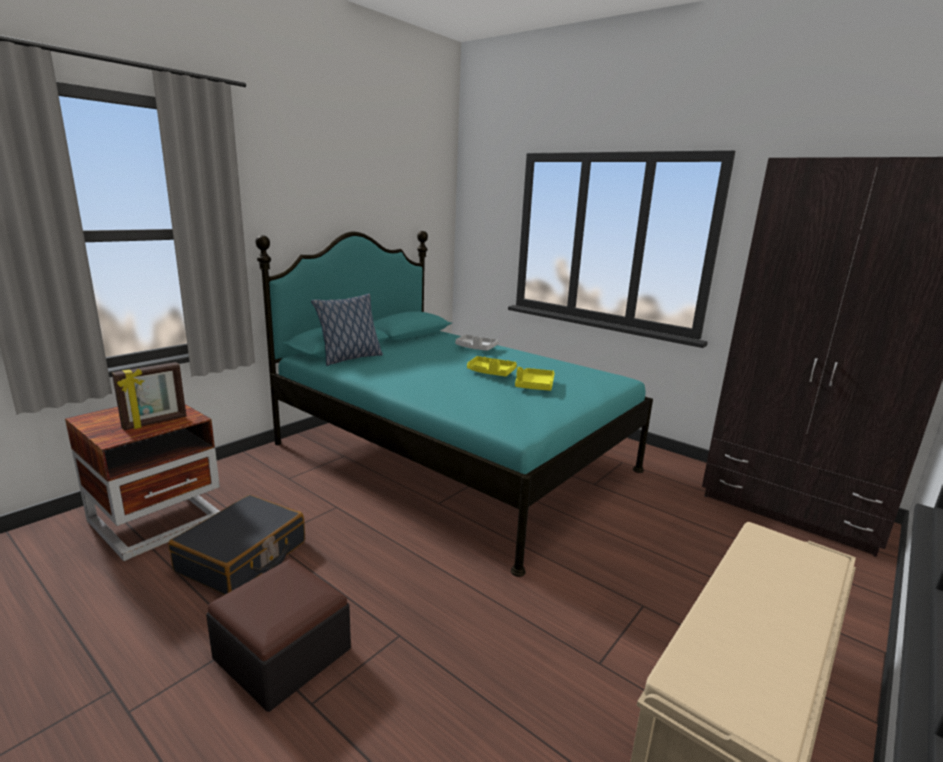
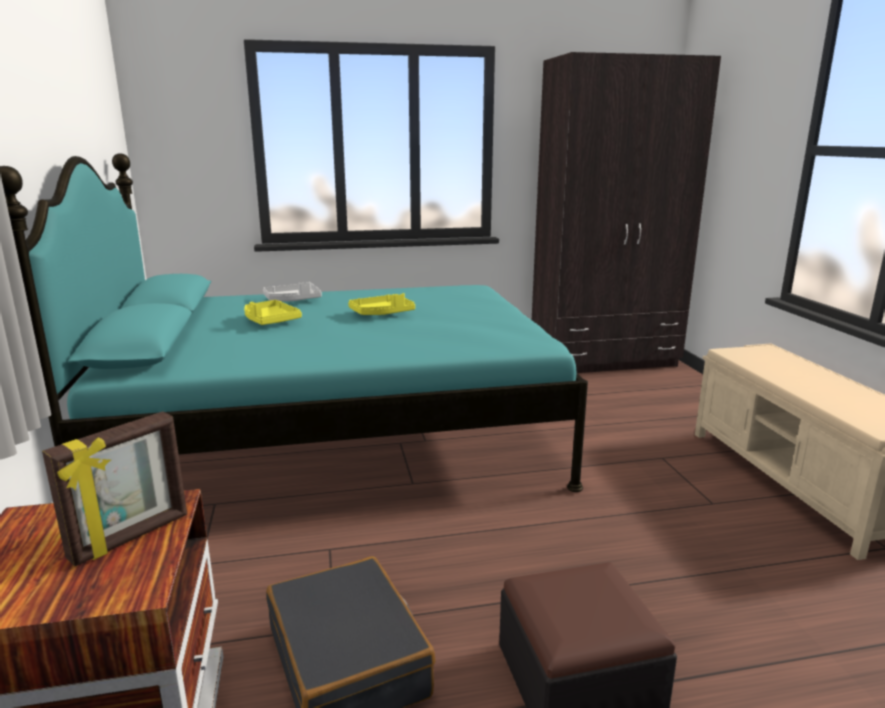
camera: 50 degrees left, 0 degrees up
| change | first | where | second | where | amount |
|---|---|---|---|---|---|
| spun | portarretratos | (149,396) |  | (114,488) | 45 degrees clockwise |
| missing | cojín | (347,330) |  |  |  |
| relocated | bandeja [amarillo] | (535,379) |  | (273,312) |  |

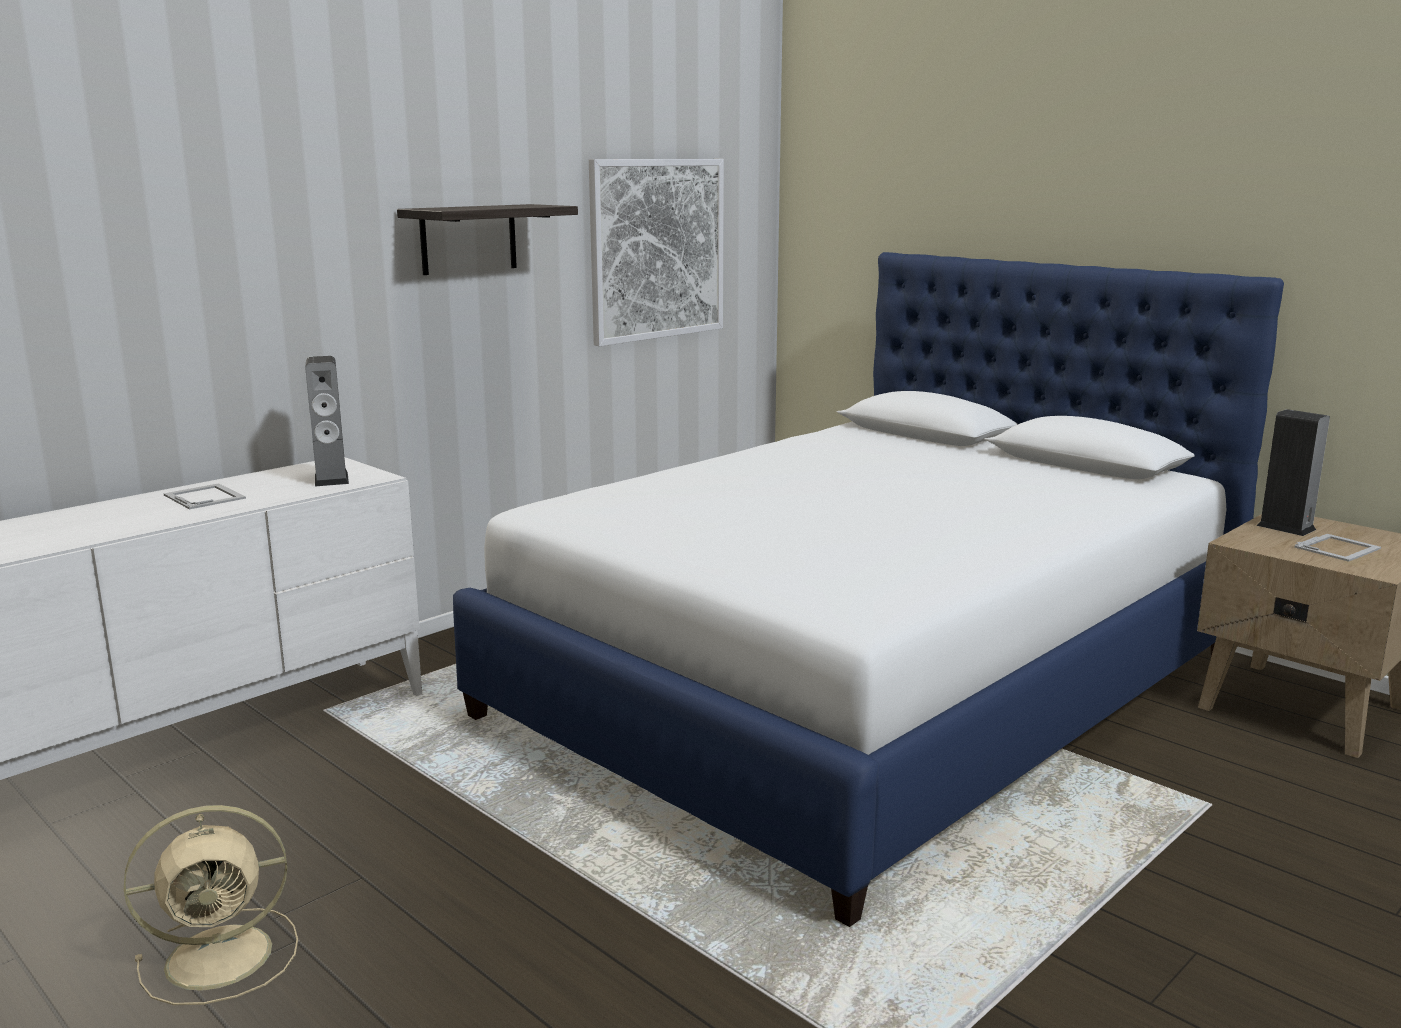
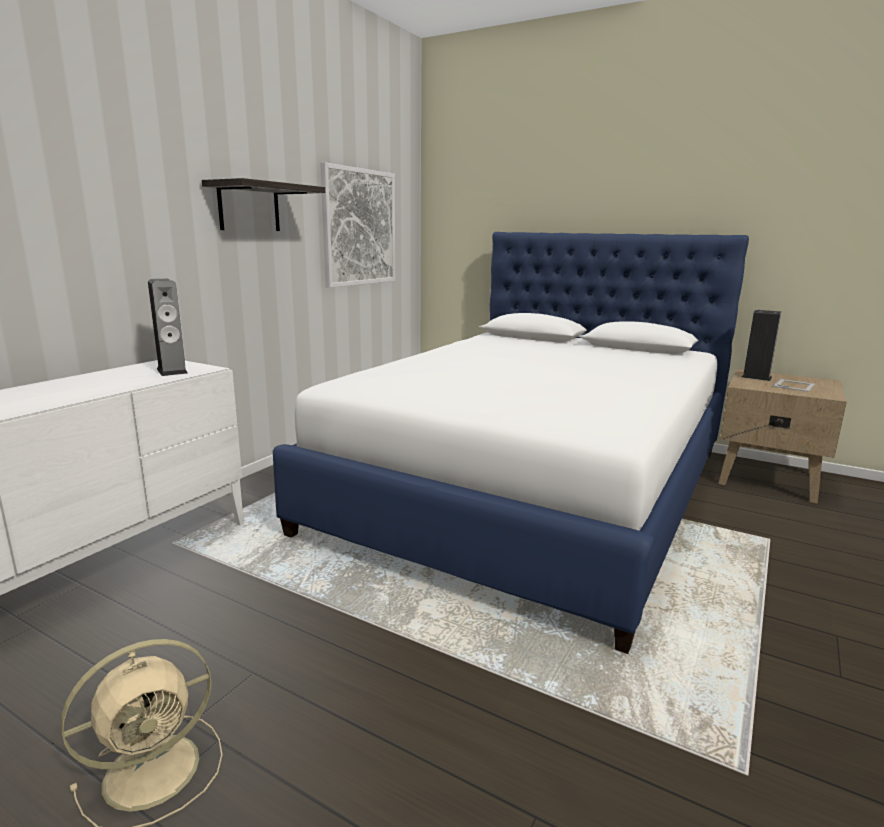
camera: 15 degrees left, 0 degrees up
| change | first | where | second | where | amount |
|---|---|---|---|---|---|
| missing | portarretratos | (204,496) |  |  |  |

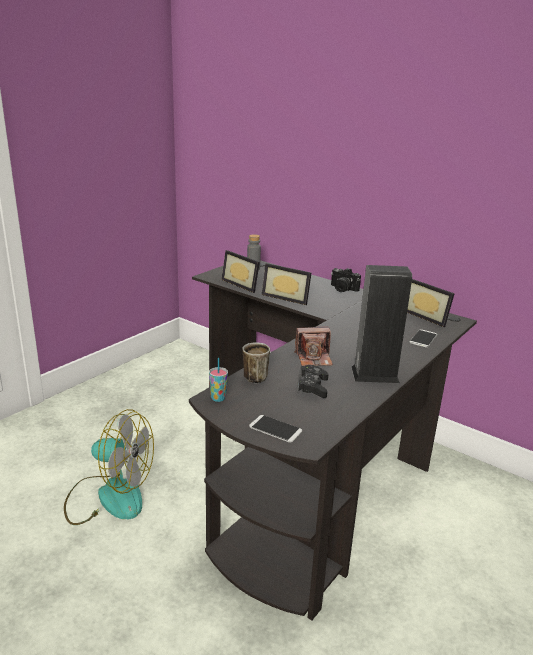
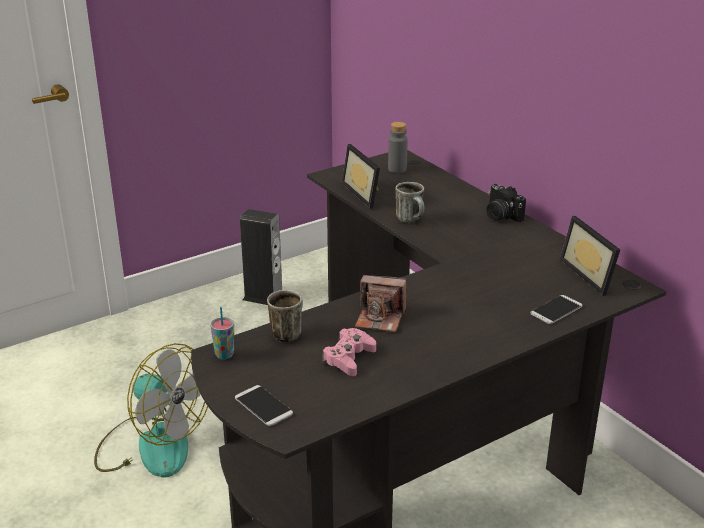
camera: 20 degrees right, 5 degrees up
| change | first | where | second | where | amount |
|---|---|---|---|---|---|
| exchanged | portarretratos | (286,284) | taza grande | (410,202) |  |
| colour | mando de consola [negro] | (312,381) | mando de consola [rosa] | (349,352) |  |
| relocated | altavoz | (381,324) |  | (261,257) |  |

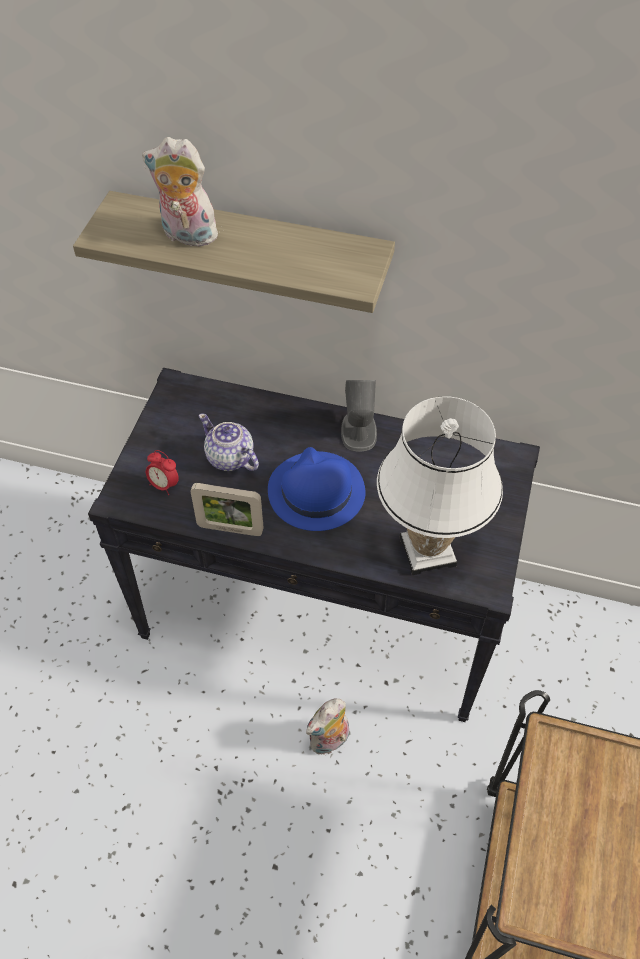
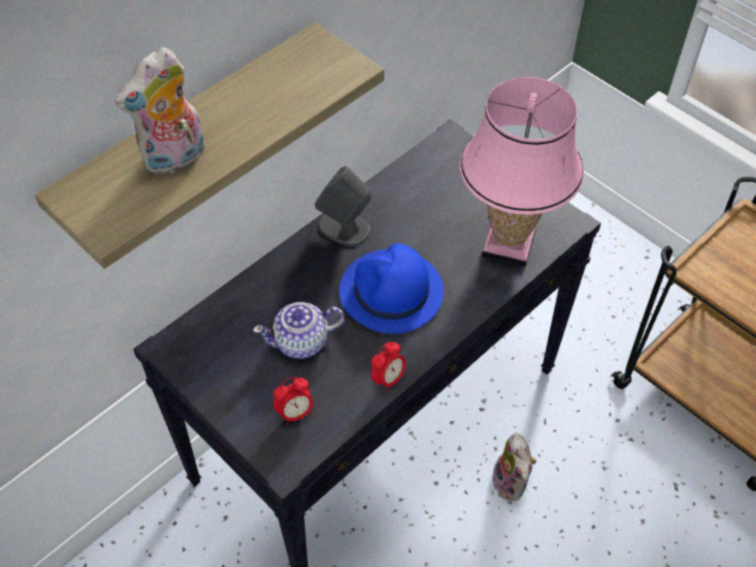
camera: 60 degrees left, 0 degrees up
| change | first | where | second | where | amount |
|---|---|---|---|---|---|
| exchanged | portarretratos | (227,509) | despertador | (388,367) |  |
| colour | lámpara de mesa [blanco] | (440,485) | lámpara de mesa [rosa] | (522,172) |  |

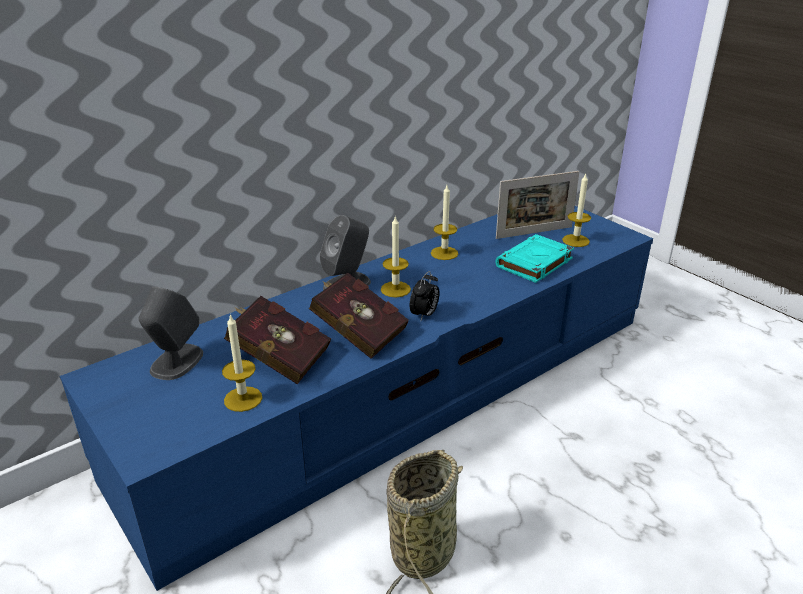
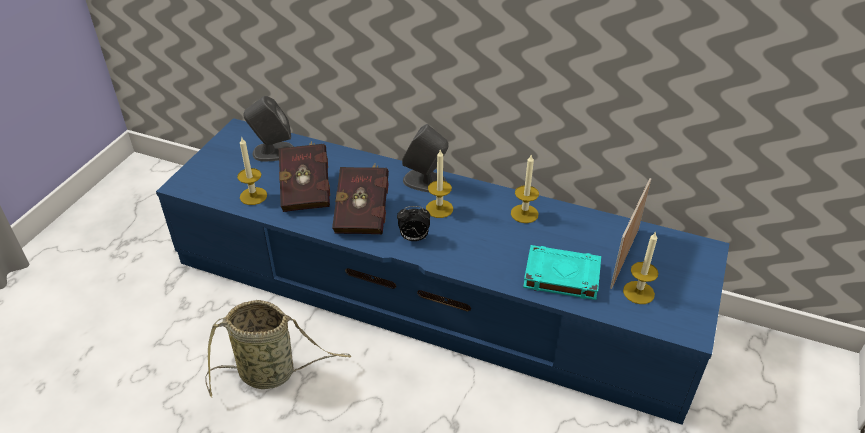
camera: 60 degrees right, 10 degrees up
| change | first | where | second | where | amount |
|---|---|---|---|---|---|
| spun | portarretratos | (538,205) |  | (630,233) | 75 degrees clockwise |

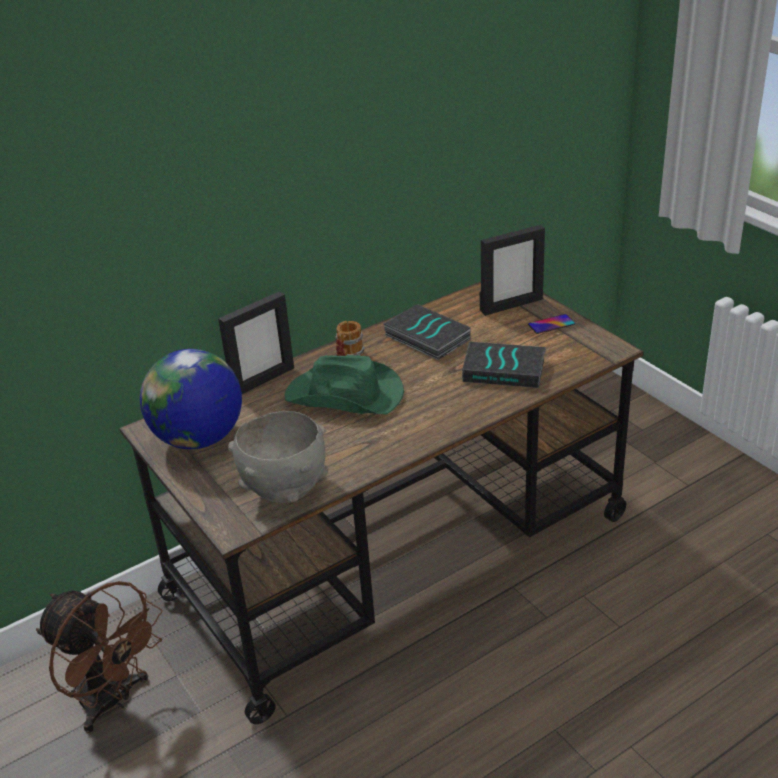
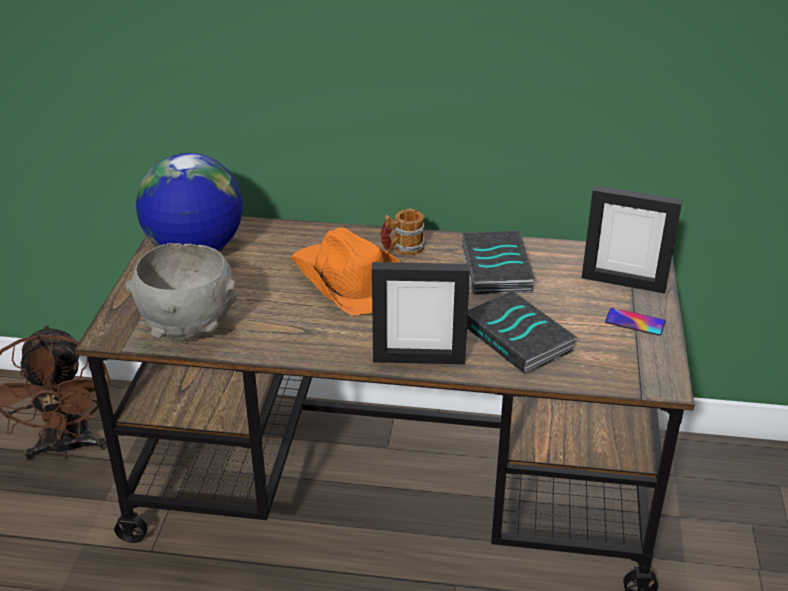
camera: 40 degrees right, 0 degrees up
| change | first | where | second | where | amount |
|---|---|---|---|---|---|
| relocated | portarretratos | (256,342) |  | (421,313) |  |
| colour | sombrero [verde] | (344,385) | sombrero [naranja] | (345,271) |  |

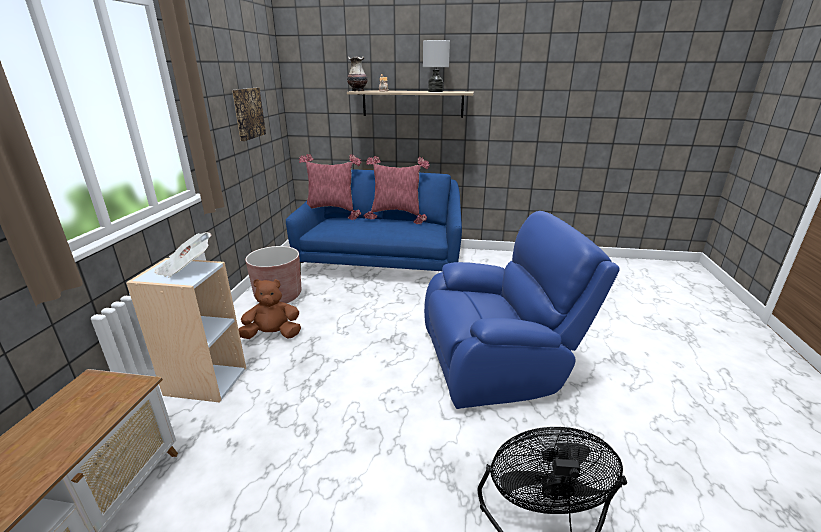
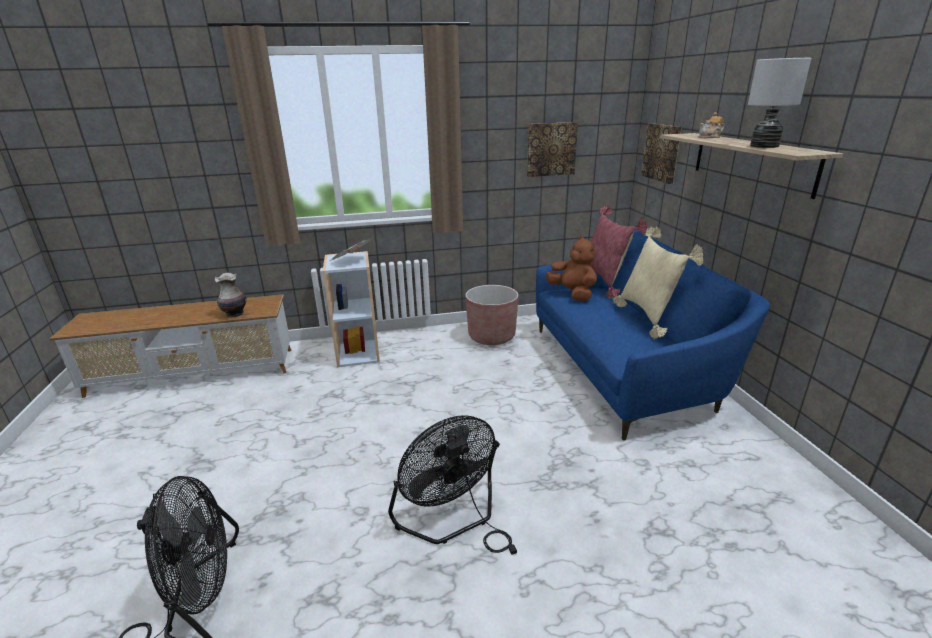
camera: 70 degrees right, 0 degrees up
| change | first | where | second | where | amount |
|---|---|---|---|---|---|
| relocated | peluche [marrón] | (270,309) |  | (571,268) |  |
| relocated | florero | (357,74) |  | (231,295) |  |
| colour | cojín [rojo] | (396,190) | cojín [beis] | (657,282) |  |
| exchanged | sillón [azul] | (522,310) | ventilador [negro] | (452,485) |  |
| appeared |  |  | cuadro | (661,153) |  |

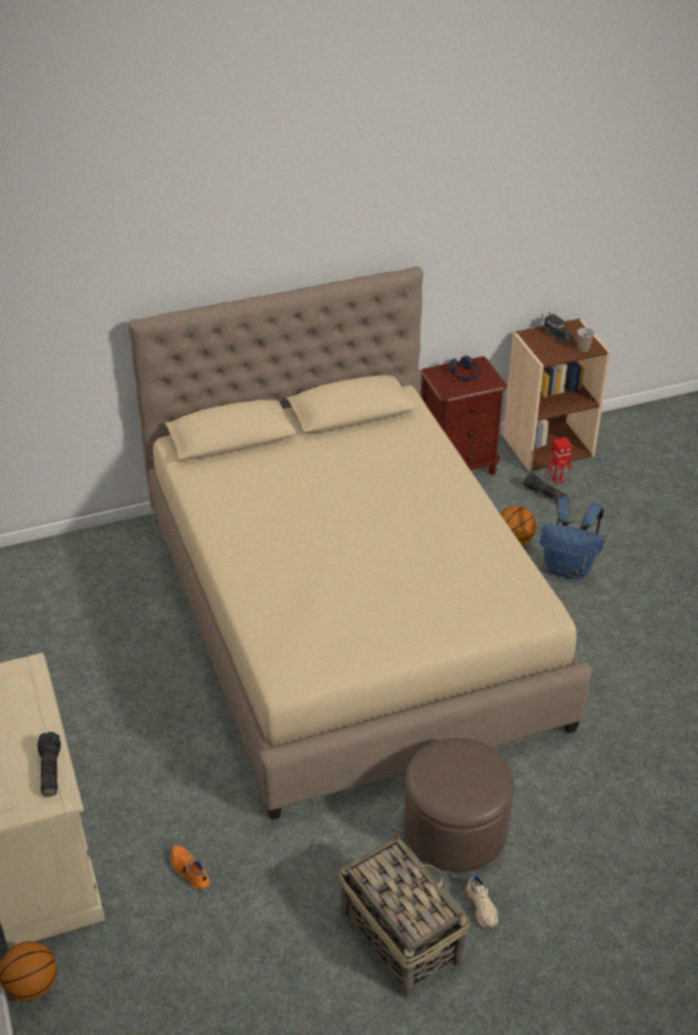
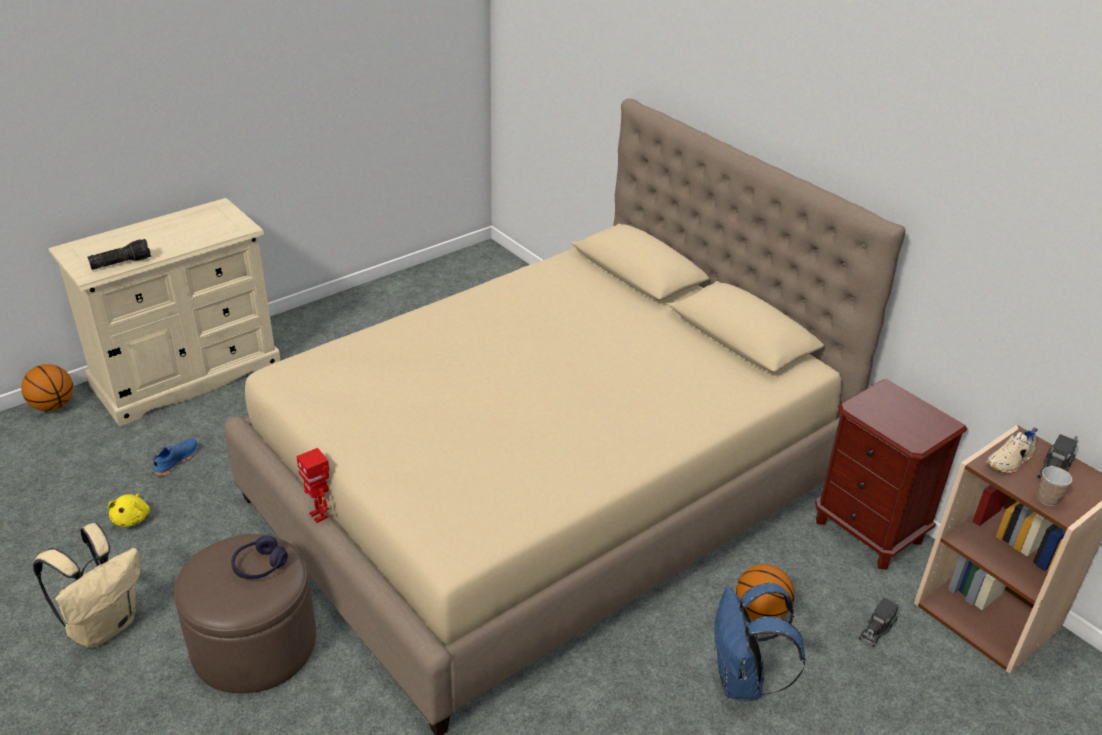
camera: 70 degrees right, 5 degrees down
| change | first | where | second | where | amount |
|---|---|---|---|---|---|
| colour | zapato [naranja] | (190,867) | zapato [azul] | (174,457) |  |
| exchanged | cesta | (404,915) | mochila [beis] | (86,585) |  |
| relocated | auriculares [morado] | (465,368) |  | (259,557) |  |
| relocated | zapato [beis] | (482,899) |  | (1012,450) |  |
| exchanged | linterna | (545,487) | camión de juguete | (879,622) |  |
| relocated | robot de juguete | (560,461) |  | (313,485) |  |
| appeared |  |  | peluche [amarillo] | (129,510) |  |

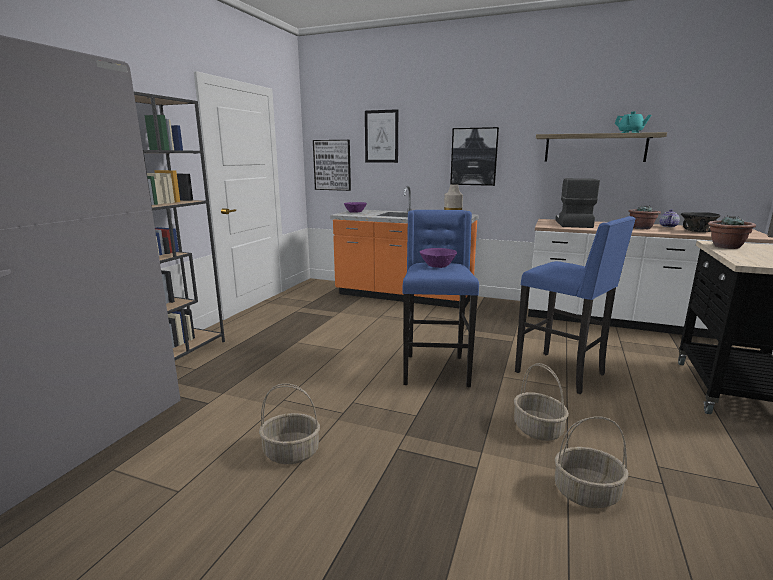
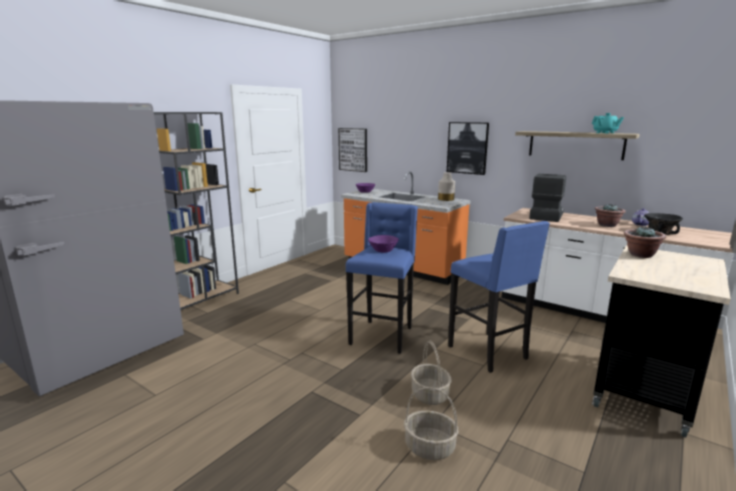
camera: 15 degrees right, 0 degrees up
| change | first | where | second | where | amount |
|---|---|---|---|---|---|
| missing | cesta | (289,423) |  |  |  |
| missing | cuadro | (381,136) |  |  |  |

